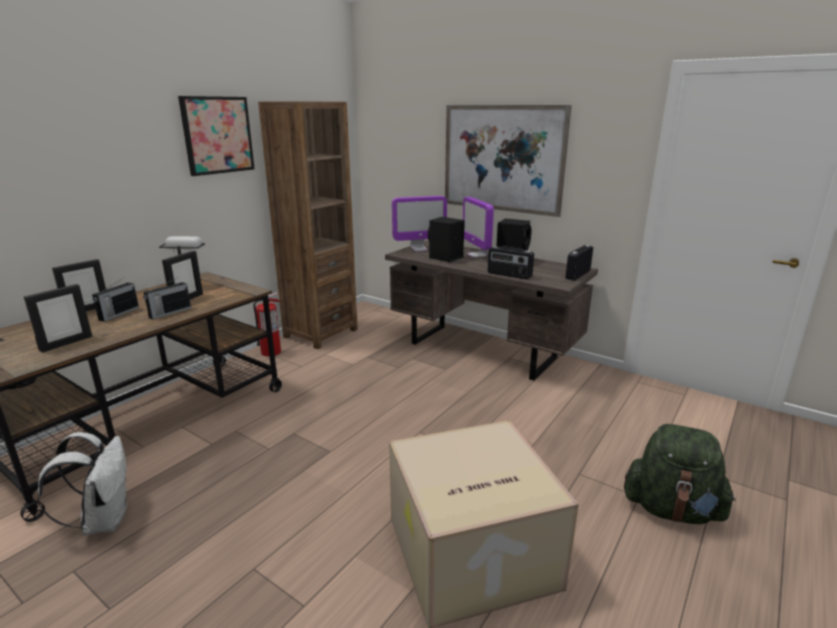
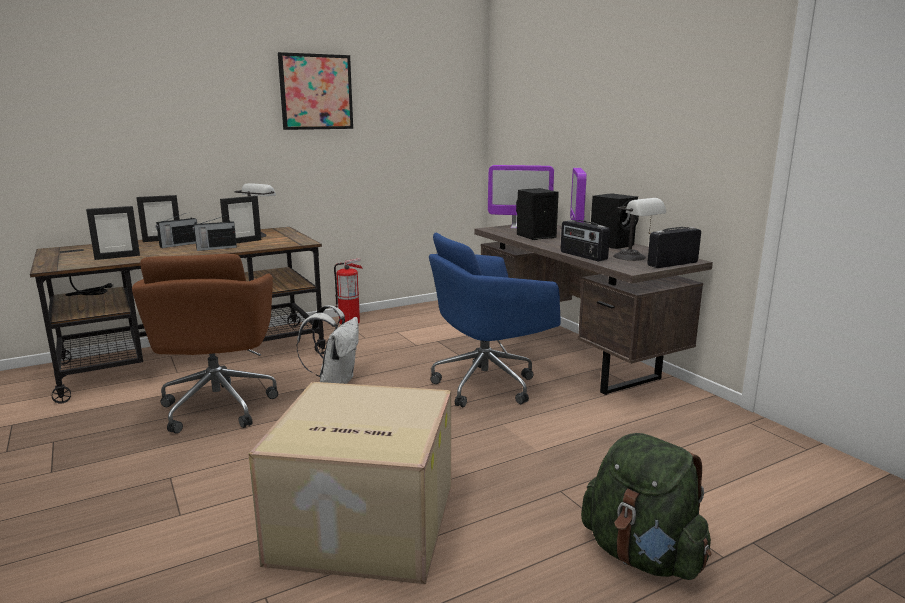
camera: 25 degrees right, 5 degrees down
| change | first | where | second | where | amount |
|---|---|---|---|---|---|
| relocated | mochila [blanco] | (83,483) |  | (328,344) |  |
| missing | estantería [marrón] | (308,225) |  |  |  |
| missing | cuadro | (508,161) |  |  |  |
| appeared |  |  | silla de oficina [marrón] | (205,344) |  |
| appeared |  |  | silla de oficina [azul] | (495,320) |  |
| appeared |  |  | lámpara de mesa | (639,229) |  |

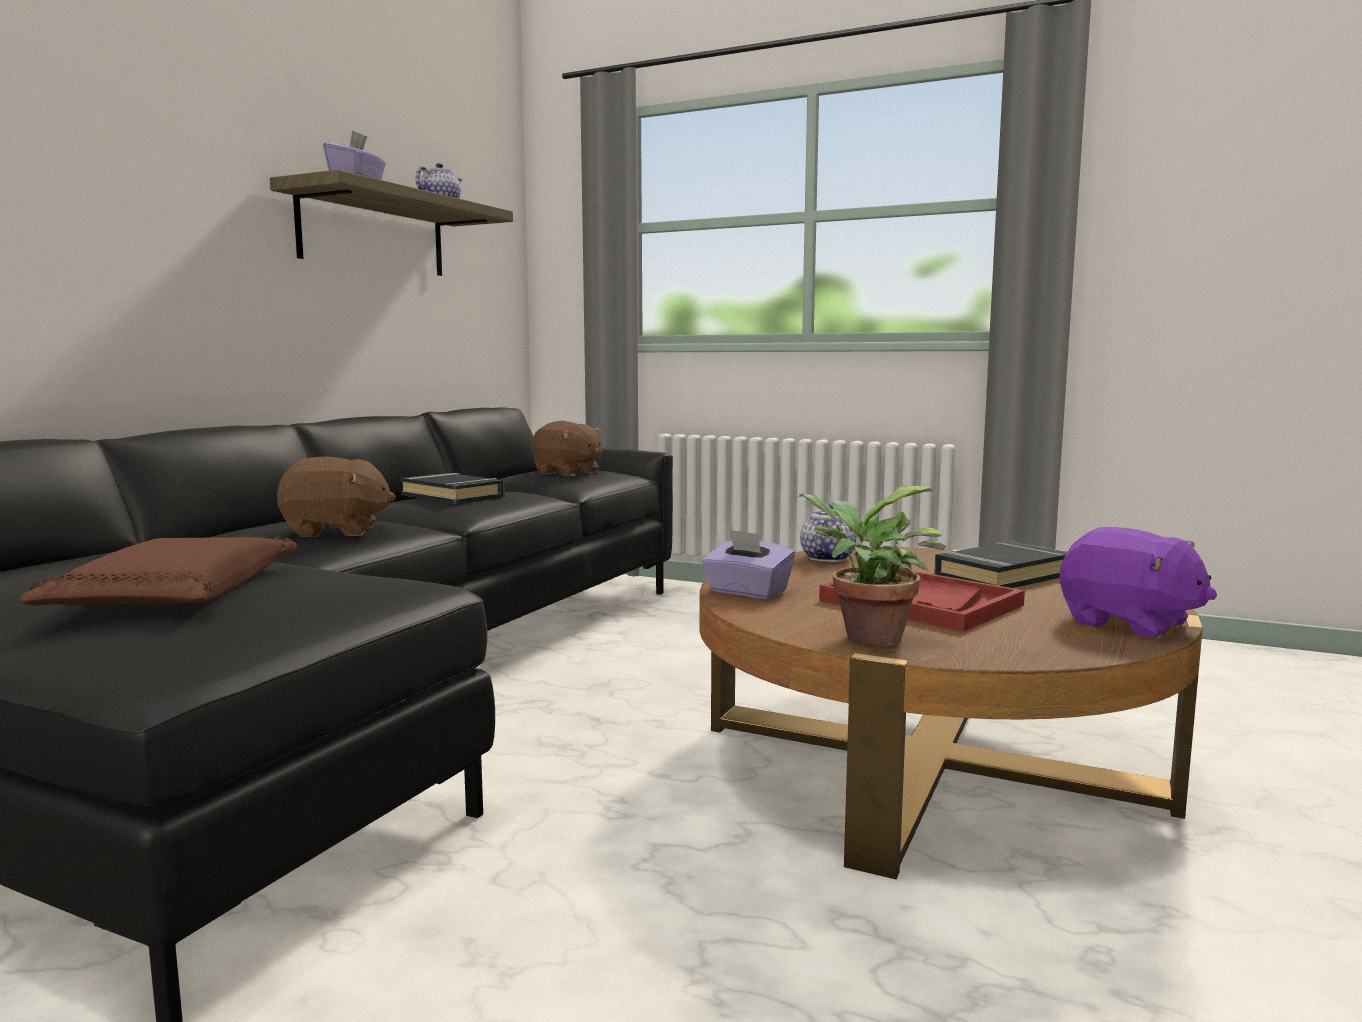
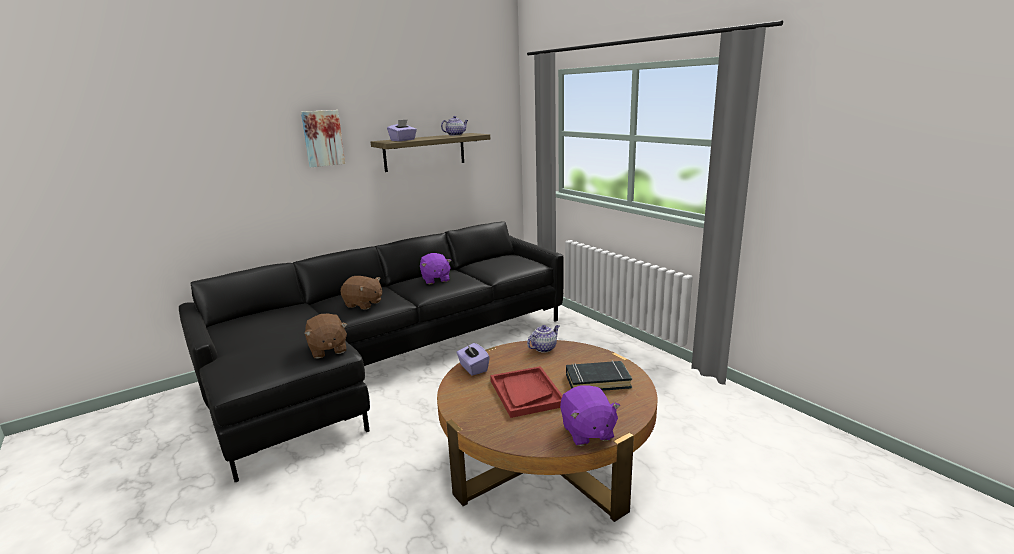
camera: 30 degrees right, 10 degrees up
| change | first | where | second | where | amount |
|---|---|---|---|---|---|
| missing | cojín [marrón] | (158,570) |  |  |  |
| exchanged | libro [negro] | (452,488) | peluche [morado] | (436,268) |  |
| relocated | peluche [marrón] | (566,448) |  | (326,336) |  |
| missing | planta en maceta | (872,566) |  |  |  |
| appeared |  |  | cuadro | (323,138) |  |

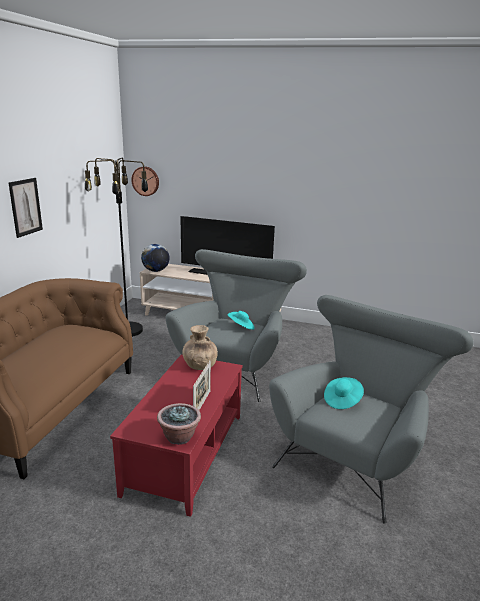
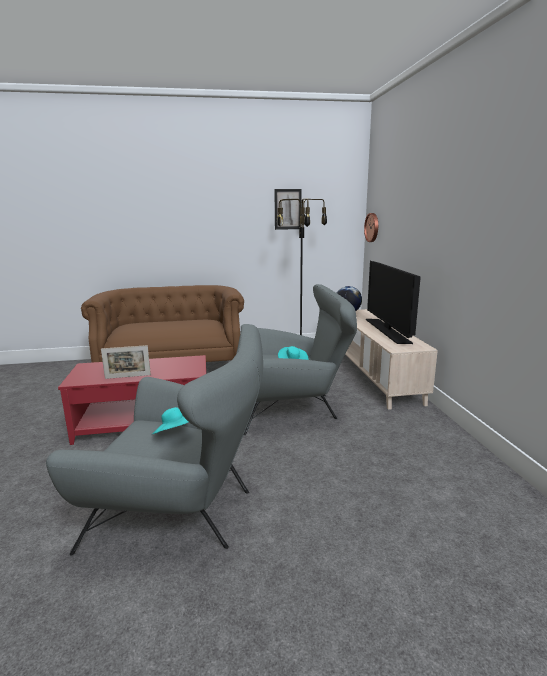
camera: 65 degrees right, 5 degrees down
| change | first | where | second | where | amount |
|---|---|---|---|---|---|
| relocated | cuadro | (26,208) |  | (288,209) |  |
| missing | planta en maceta | (179,424) |  |  |  |
| missing | florero [marrón] | (200,347) |  |  |  |

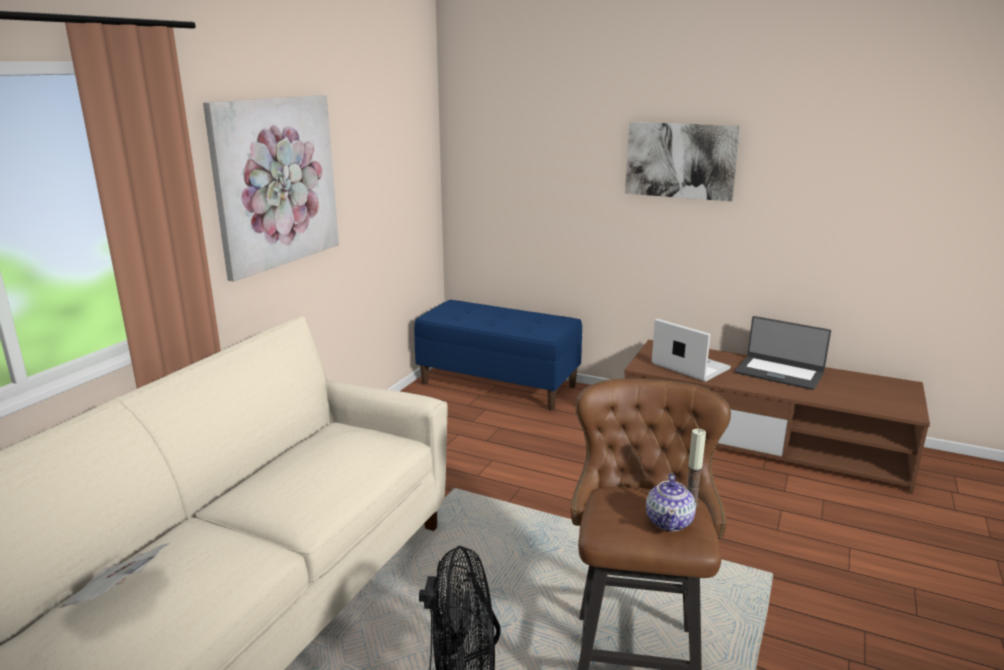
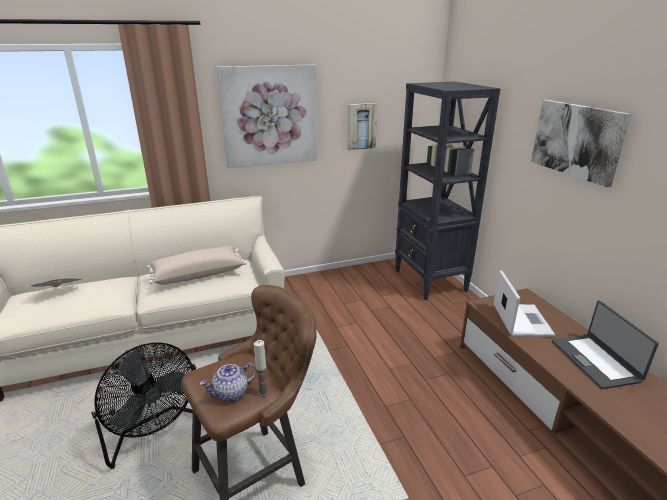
camera: 45 degrees right, 5 degrees up
| change | first | where | second | where | amount |
|---|---|---|---|---|---|
| exchanged | banco [azul] | (498,355) | estantería [negro] | (447,191) |  |
| appeared |  |  | cojín [beis] | (197,265) |  |
| appeared |  |  | cuadro | (362,126) |  |

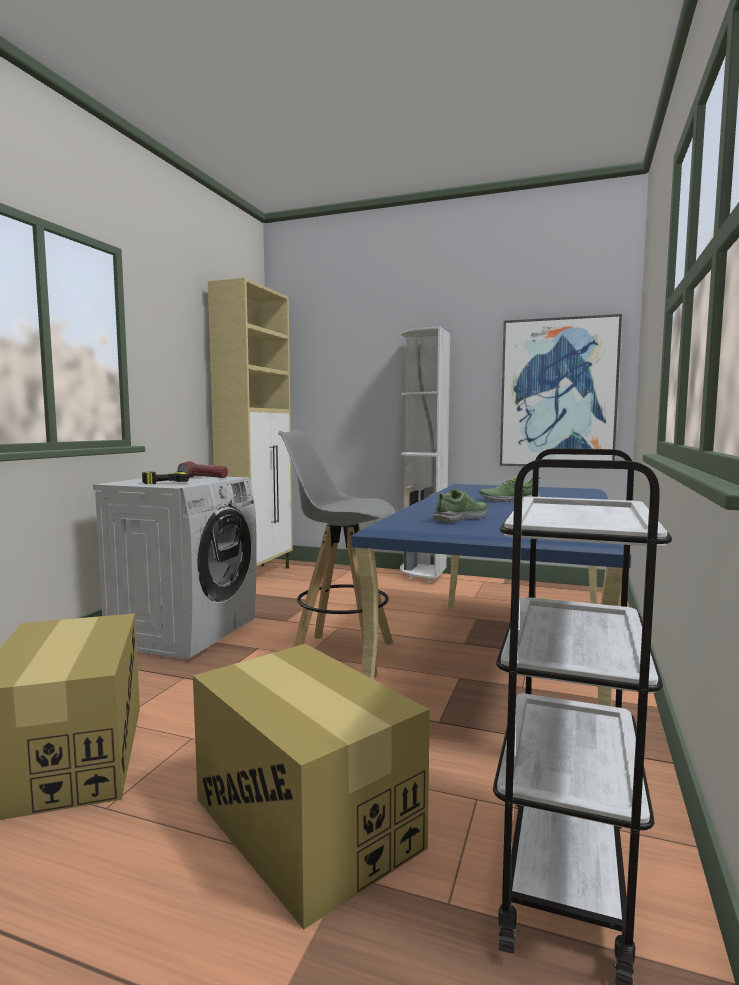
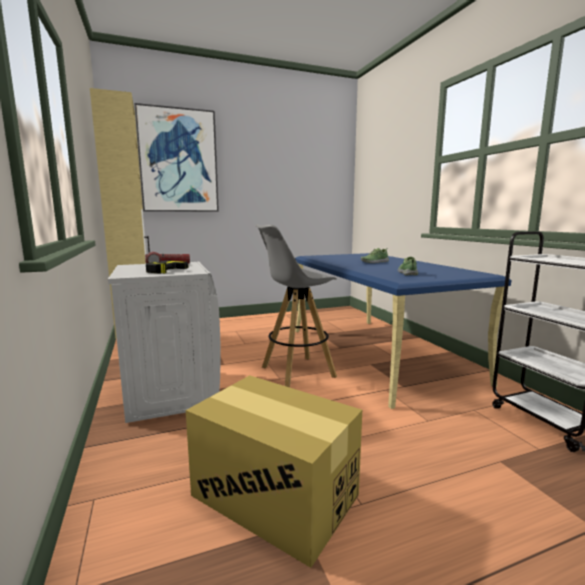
camera: 40 degrees left, 5 degrees up
| change | first | where | second | where | amount |
|---|---|---|---|---|---|
| missing | caja de cartón | (311,786) |  |  |  |
| missing | estantería [blanco] | (425,454) |  |  |  |
| relocated | cuadro | (561,390) |  | (176,157) |  |

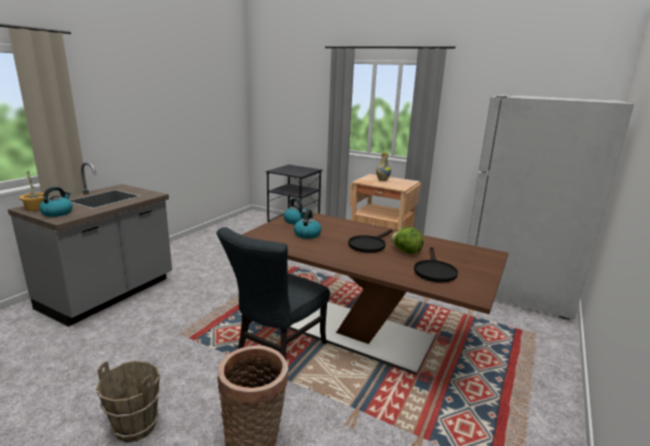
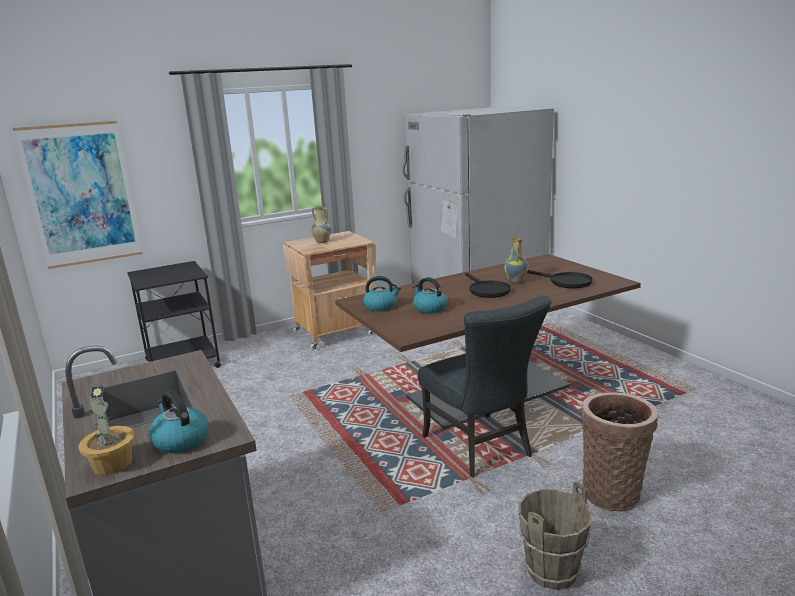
camera: 55 degrees left, 0 degrees up
| change | first | where | second | where | amount |
|---|---|---|---|---|---|
| exchanged | lechuga | (407,240) | florero | (516,260) |  |
| appeared |  |  | cuadro | (78,195) |  |

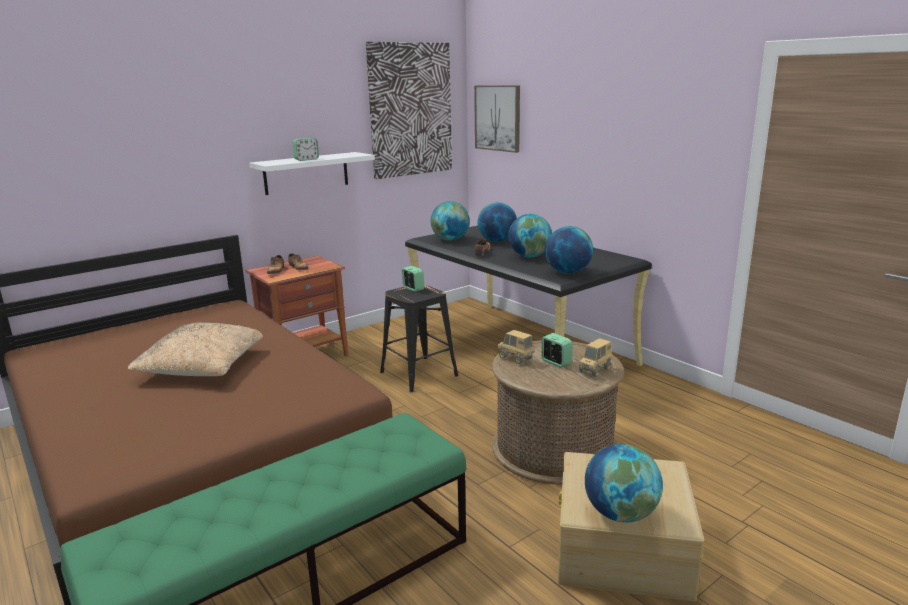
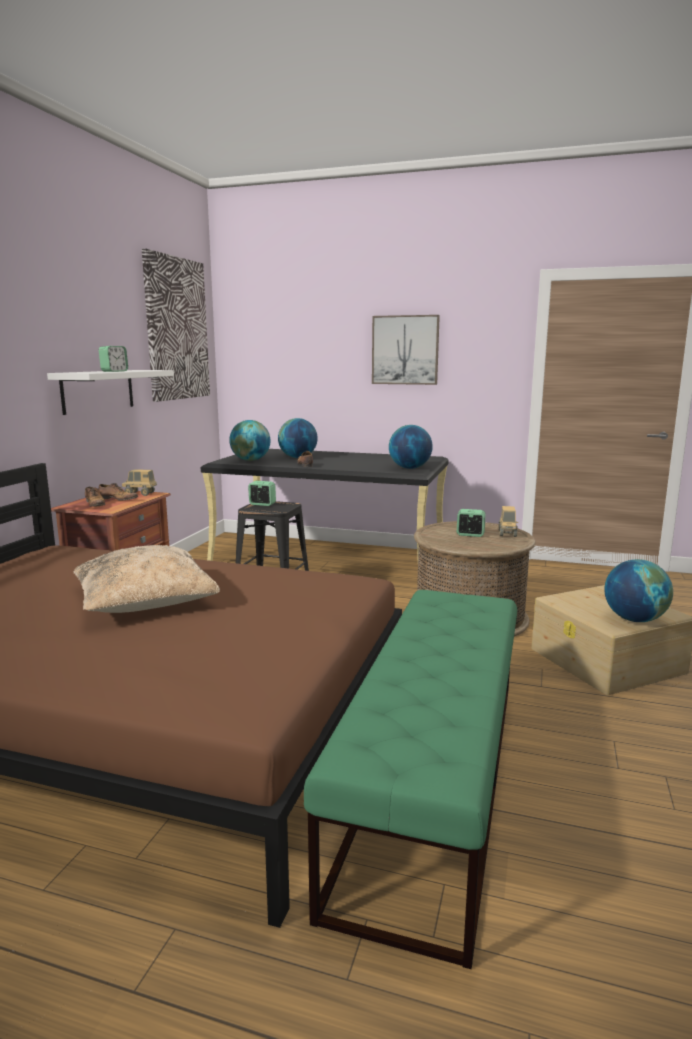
camera: 35 degrees left, 5 degrees down
| change | first | where | second | where | amount |
|---|---|---|---|---|---|
| relocated | cuadro | (497,119) |  | (406,350) |  |
| relocated | camión de juguete | (516,347) |  | (139,482) |  |
| missing | globo terráqueo | (530,236) |  |  |  |

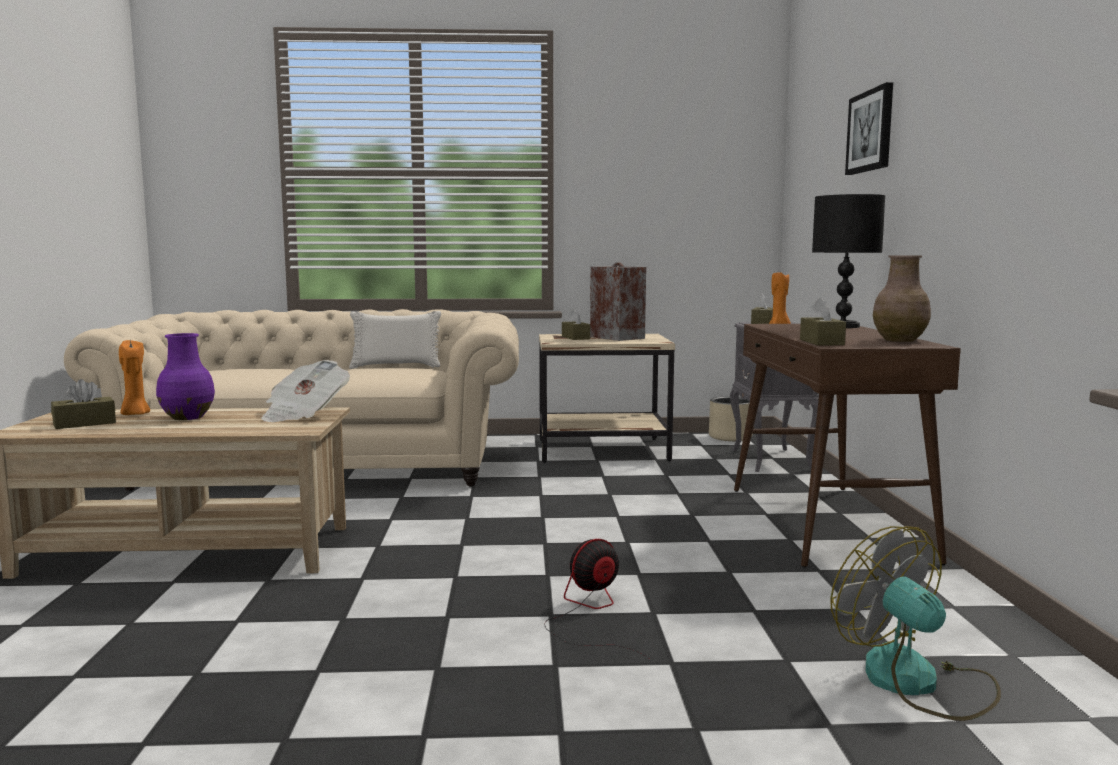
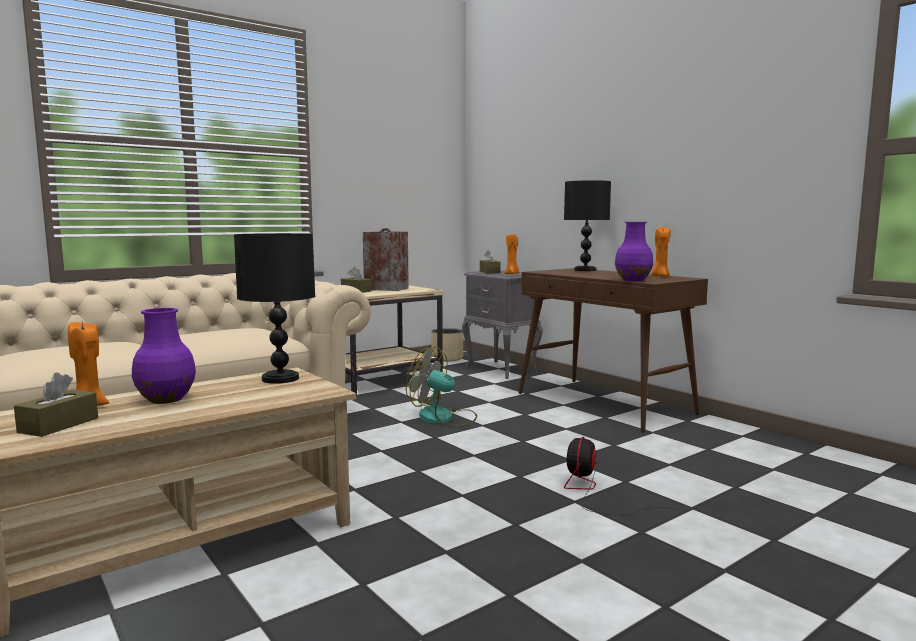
camera: 35 degrees left, 0 degrees up
| change | first | where | second | where | amount |
|---|---|---|---|---|---|
| exchanged | periódico | (305,391) | lámpara de mesa [negro] | (274,308) |  |
| missing | cojín [blanco] | (395,340) |  |  |  |
| exchanged | caja de pañuelos [marrón] | (823,321) | florero [morado] | (634,251) |  |
| relocated | ventilador | (915,623) |  | (441,386) |  |
| missing | cuadro | (869,128) |  |  |  |
| exchanged | florero [marrón] | (902,298) | vela [naranja] | (661,251) |  |

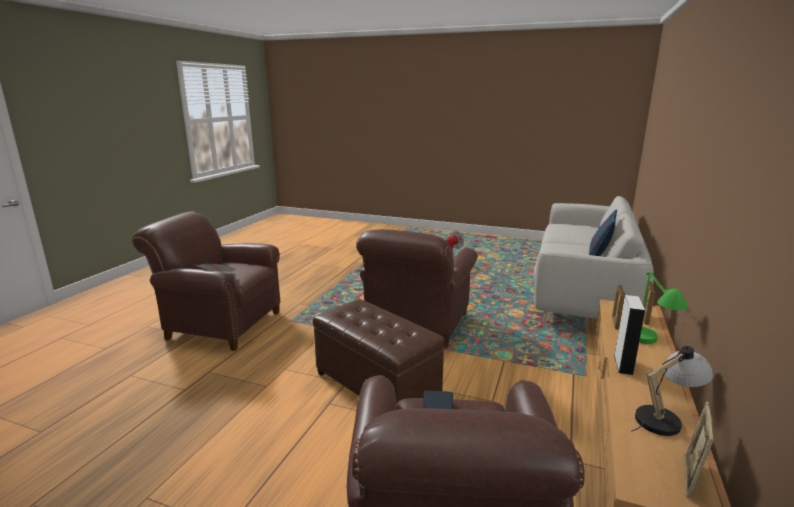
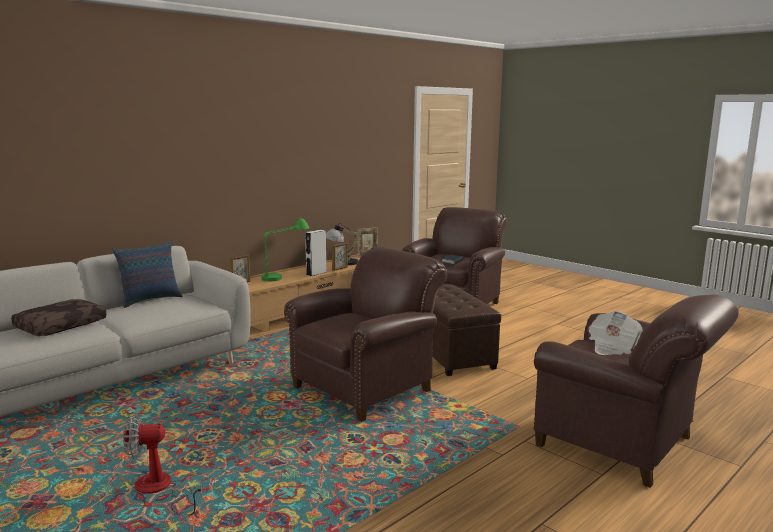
camera: 155 degrees left, 5 degrees down
| change | first | where | second | where | amount |
|---|---|---|---|---|---|
| relocated | portarretratos | (618,307) |  | (340,256) |  |
| appeared |  |  | cojín [marrón] | (59,317) |  |

